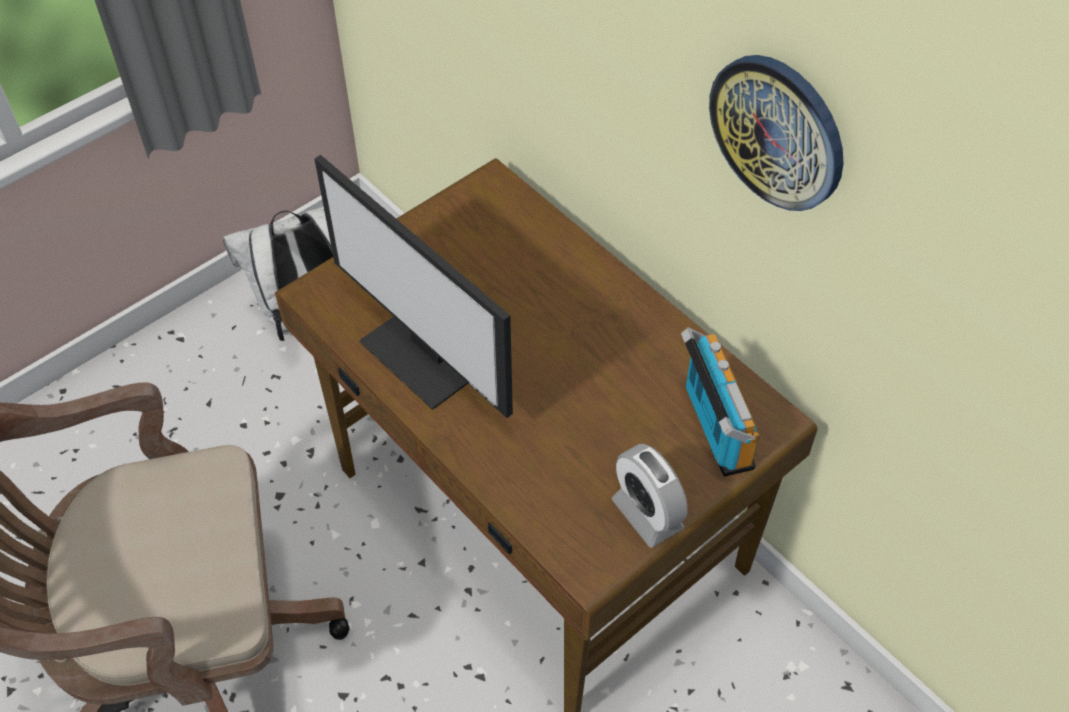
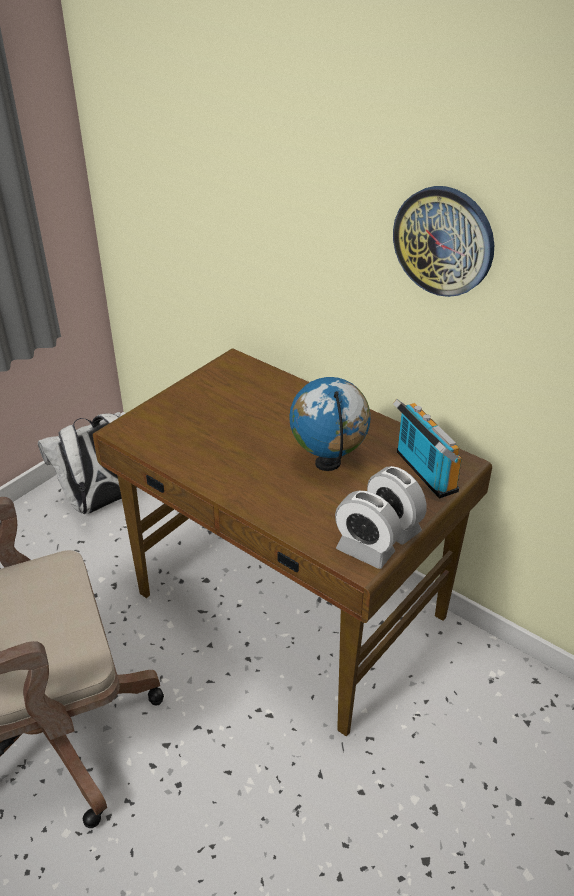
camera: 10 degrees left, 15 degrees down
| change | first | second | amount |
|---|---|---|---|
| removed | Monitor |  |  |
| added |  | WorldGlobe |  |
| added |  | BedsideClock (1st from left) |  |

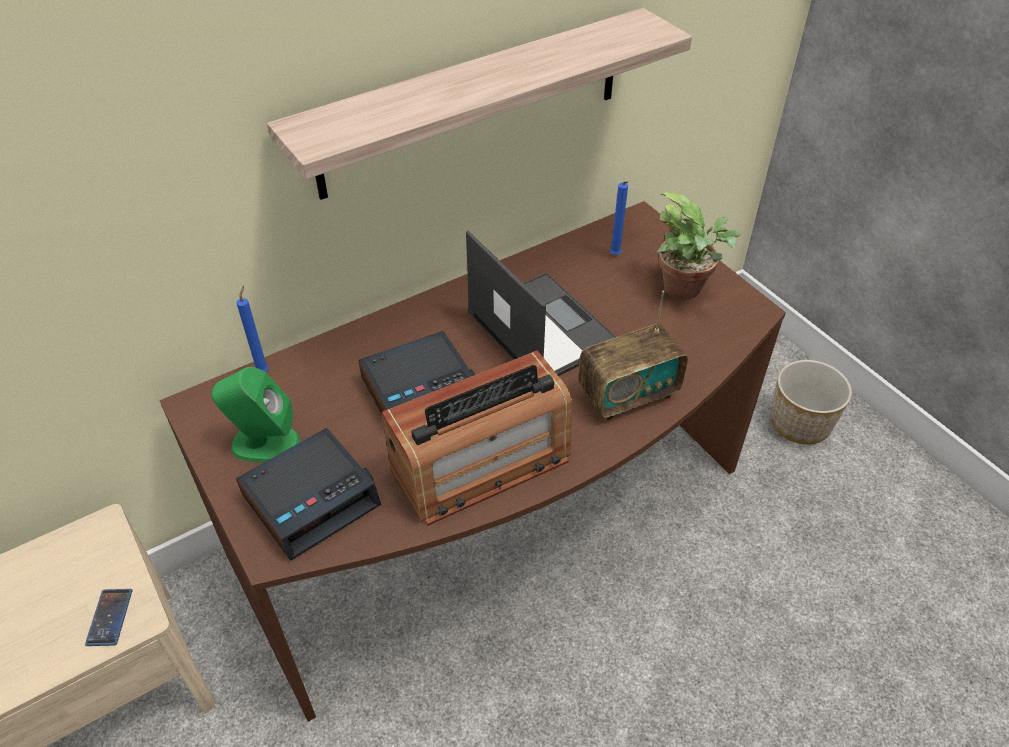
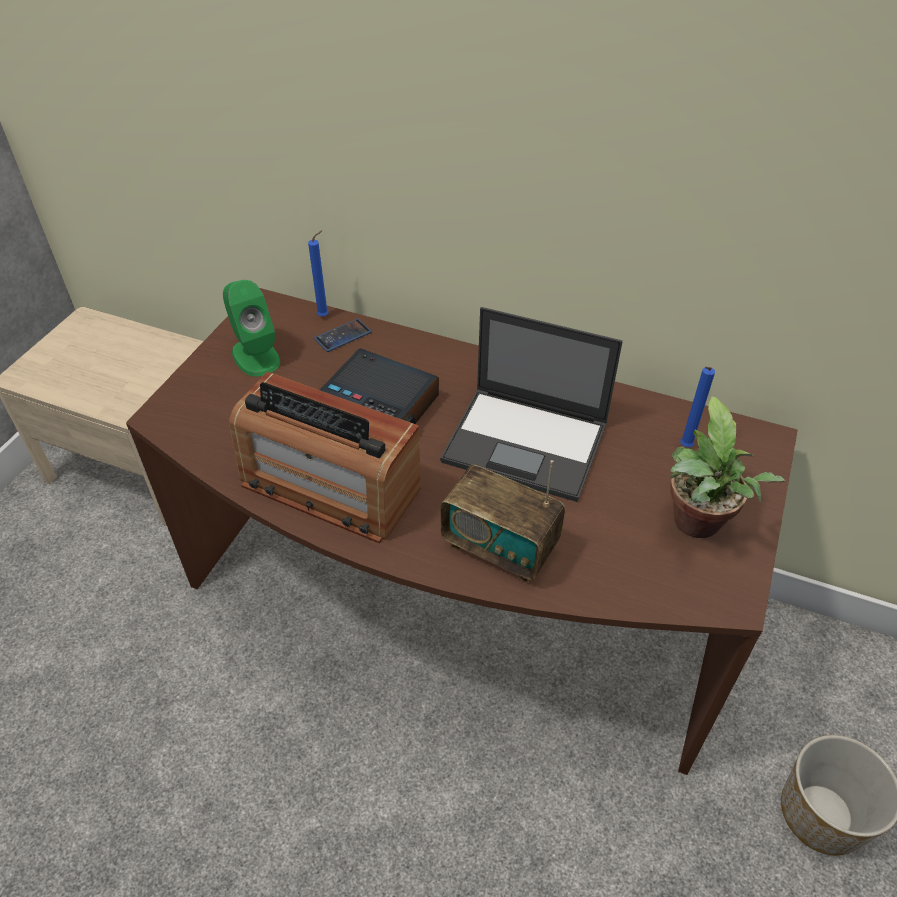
camera: 55 degrees right, 0 degrees up
| change | first | second | amount |
|---|---|---|---|
| moved | Phone |  |  |
| removed | BedsideClock (1st from left) |  |  |
| removed | WallShelf |  |  |
| turned | NotebookComputer |  | 90 degrees clockwise |

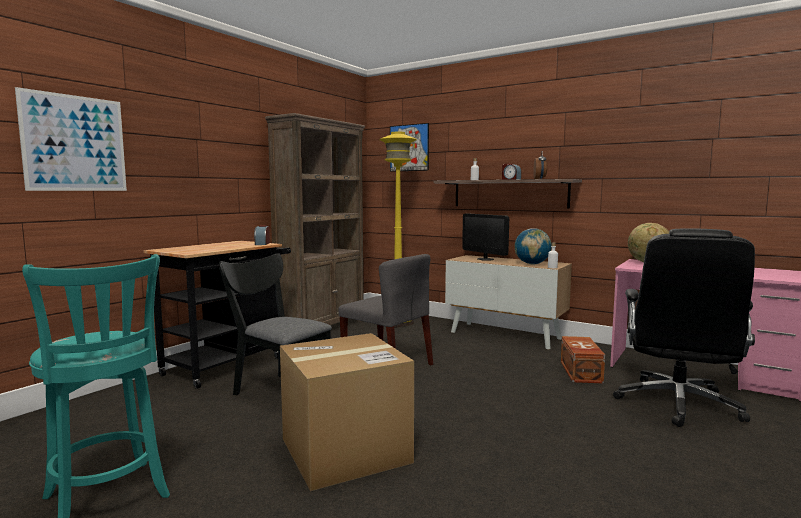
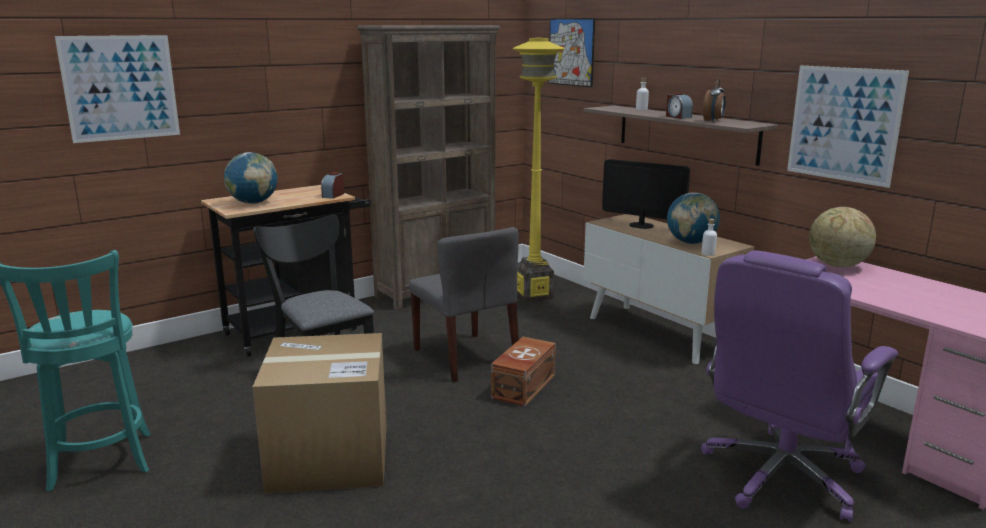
camera: 20 degrees right, 10 degrees up
| change | first | second | amount |
|---|---|---|---|
| turned | Monitor |  | 135 degrees clockwise |
| moved | BrownishStorageContainer |  |  |
| recoloured | BlackishDeskChair | PurplishDeskChair |  |
| added |  | WorldGlobe (1st from left) |  |
| added |  | Picture (3rd from left) |  |

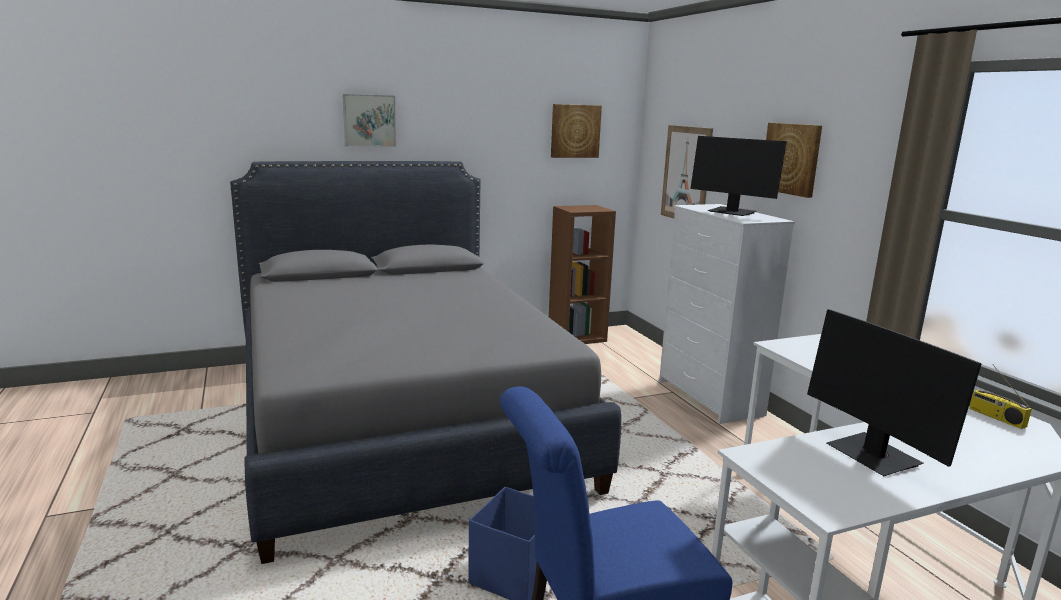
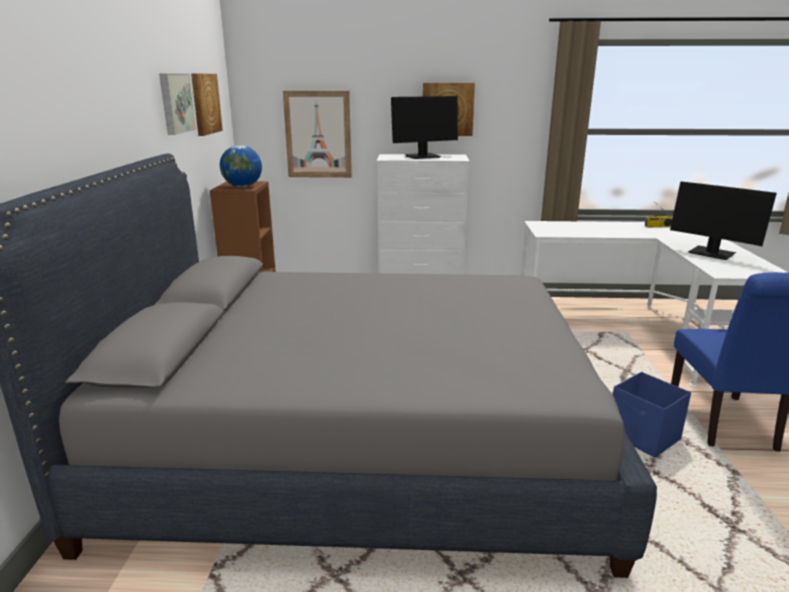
camera: 65 degrees left, 5 degrees up
| change | first | second | amount |
|---|---|---|---|
| moved | Picture (1st from left) |  |  |
| turned | Monitor (2nd from left) |  | 45 degrees clockwise |
| added |  | WorldGlobe |  |

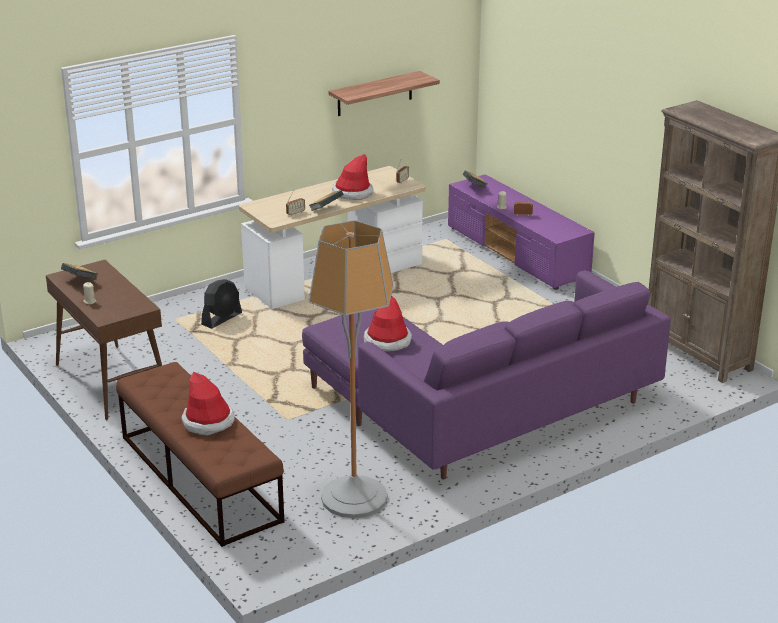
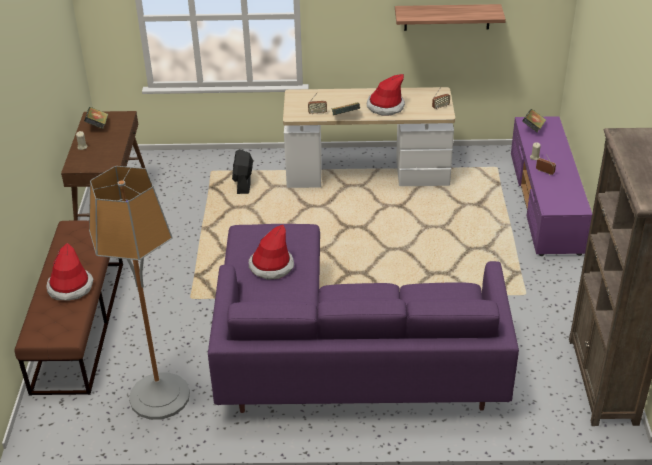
camera: 35 degrees right, 10 degrees up
| change | first | second | amount |
|---|---|---|---|
| turned | BlackishElectricFan |  | 105 degrees clockwise |

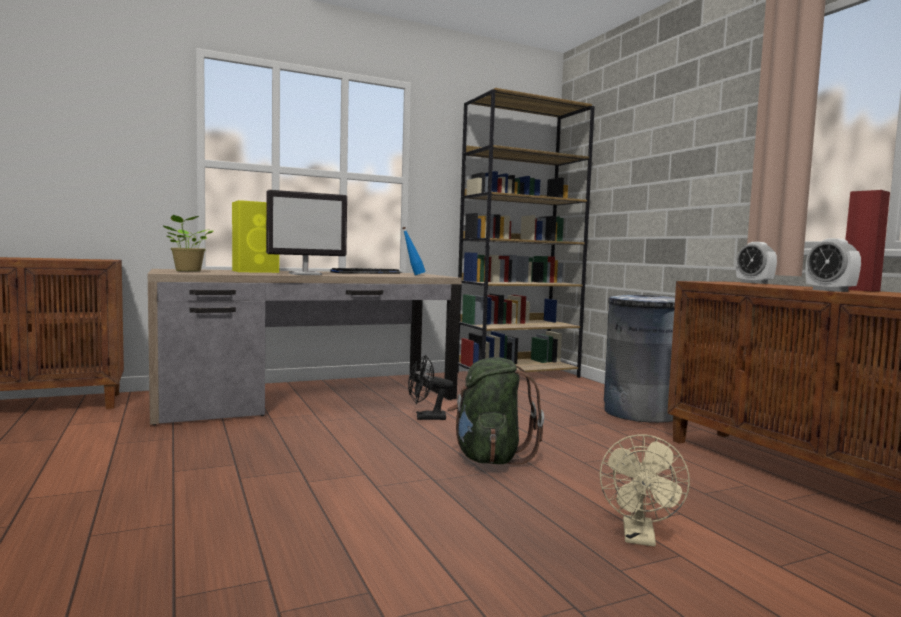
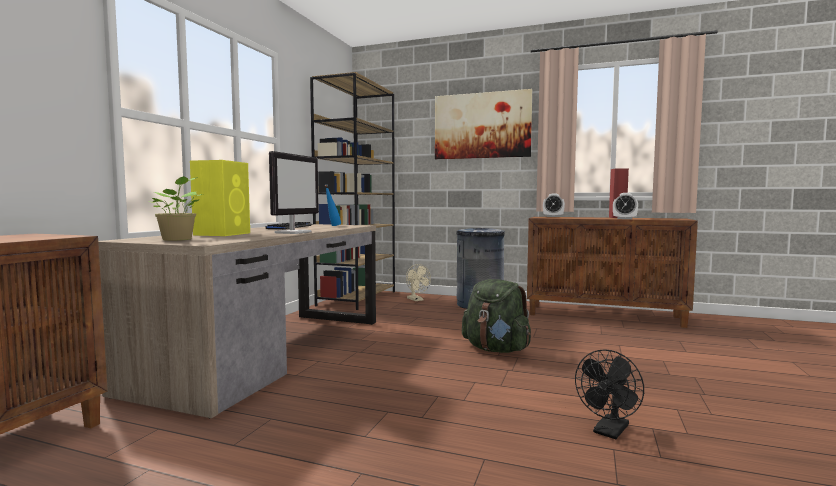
camera: 45 degrees left, 0 degrees up
| change | first | second | amount |
|---|---|---|---|
| moved | BlackishElectricFan |  |  |
| moved | BeigeColouredElectricFan |  |  |
| added |  | Picture |  |

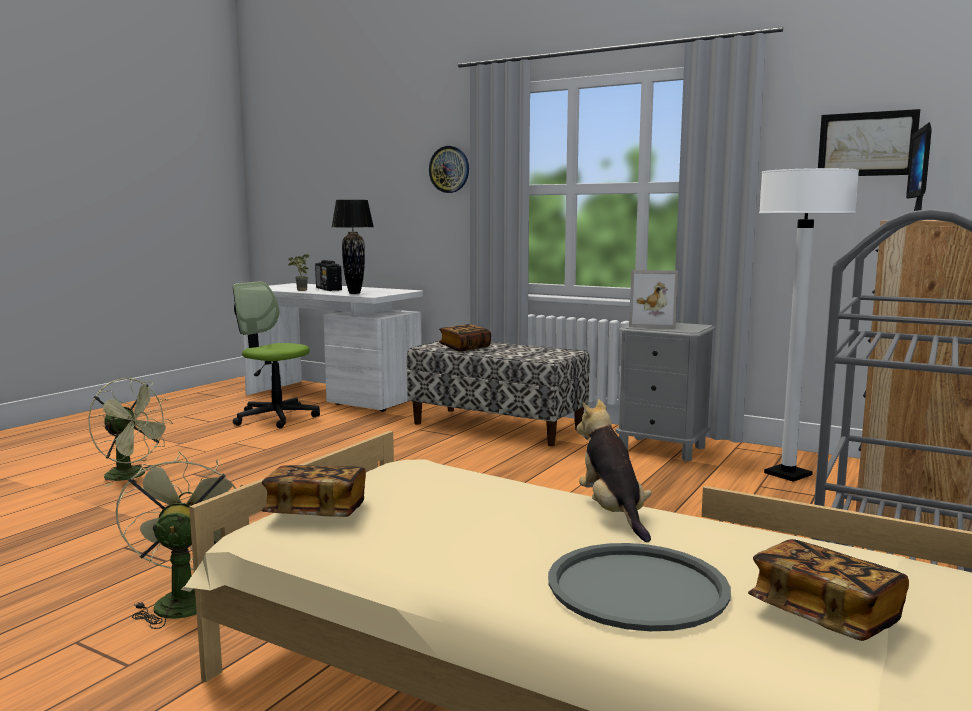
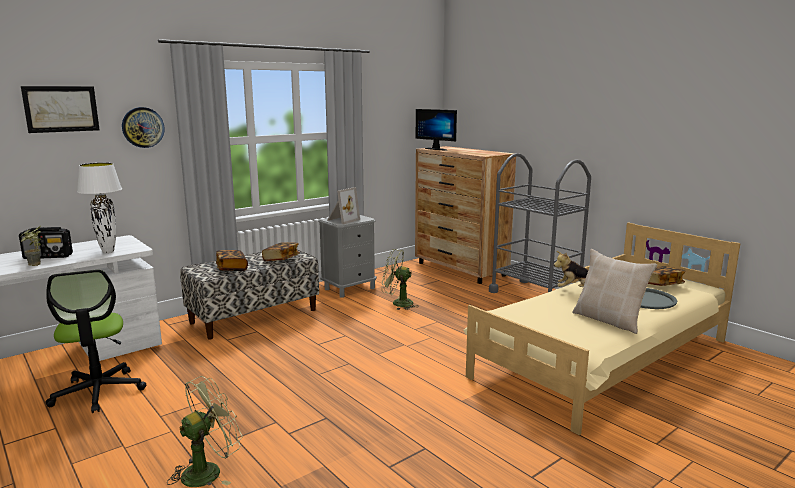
camera: 70 degrees left, 5 degrees up
| change | first | second | amount |
|---|---|---|---|
| moved | GreenishElectricFan (2nd from left) |  |  |
| turned | DeskChair |  | 75 degrees counterclockwise |
| moved | Volume (1st from left in the first image) | Volume (2nd from left) |  |
| recoloured | BlackishTabletopLamp | WhiteTabletopLamp |  |
| removed | WhiteStandardLamp |  |  |
| moved | Picture |  |  |
| added |  | BeigeColouredThrowPillow |  |

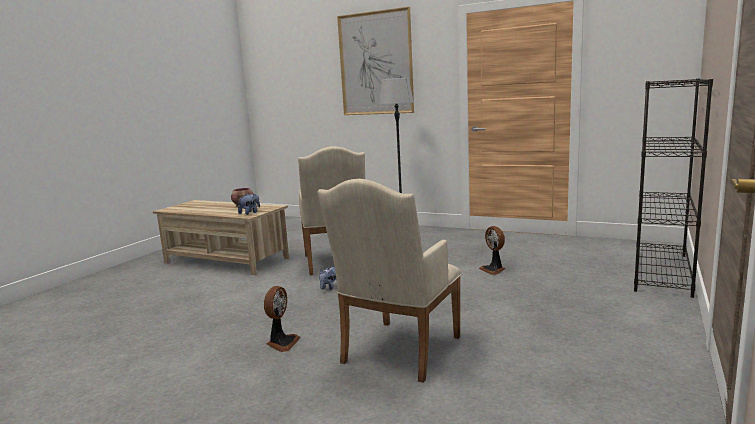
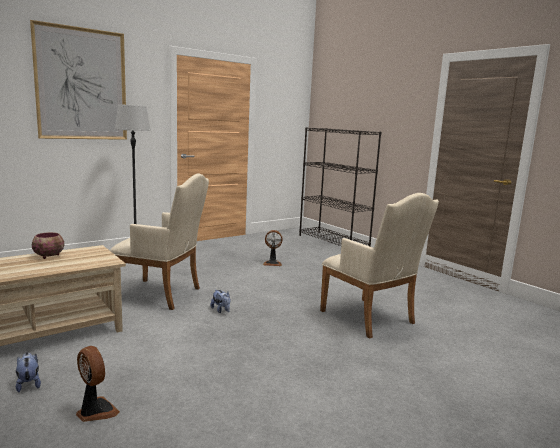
camera: 65 degrees left, 0 degrees up
| change | first | second | amount |
|---|---|---|---|
| moved | CuddlyToy (1st from left) |  |  |
| moved | ElectricFan (1st from left) |  |  |

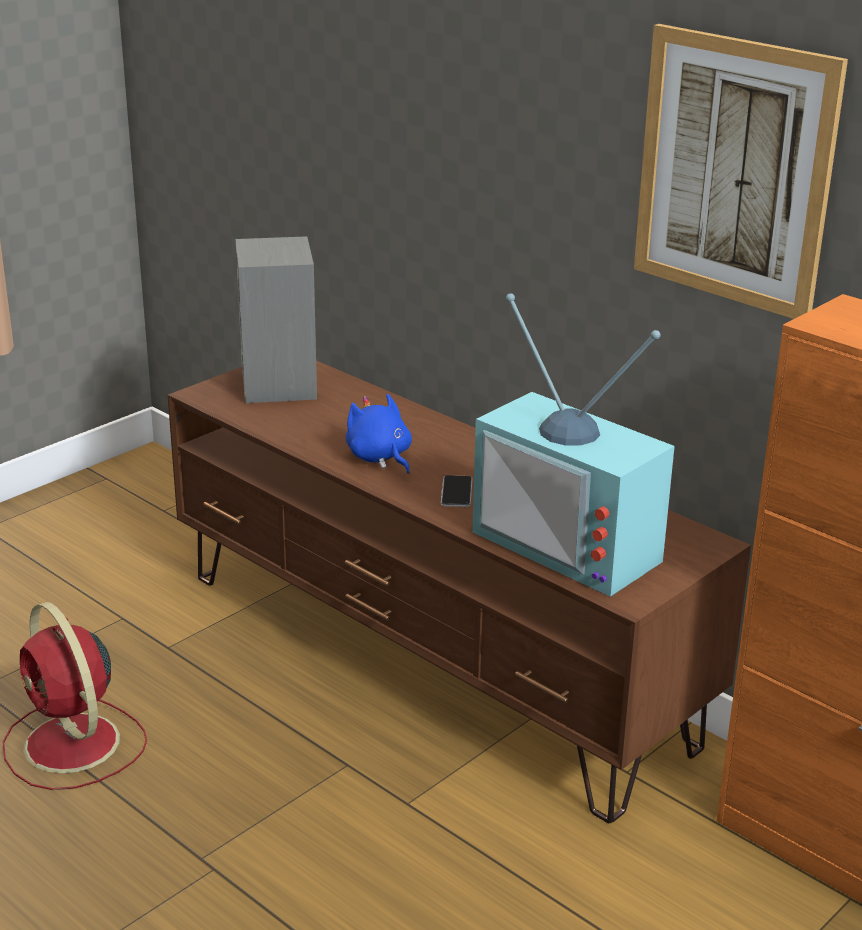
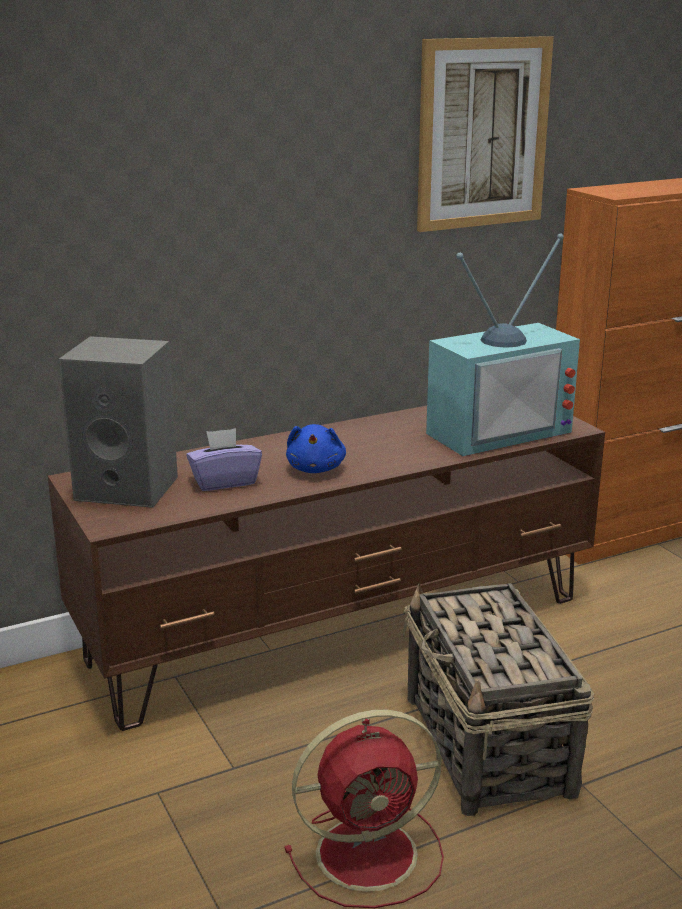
camera: 70 degrees left, 5 degrees down
| change | first | second | amount |
|---|---|---|---|
| turned | BluishCuddlyToy |  | 75 degrees counterclockwise |
| removed | Phone |  |  |
| added |  | PurplishTissueHolder |  |
| added |  | StorageBasket |  |

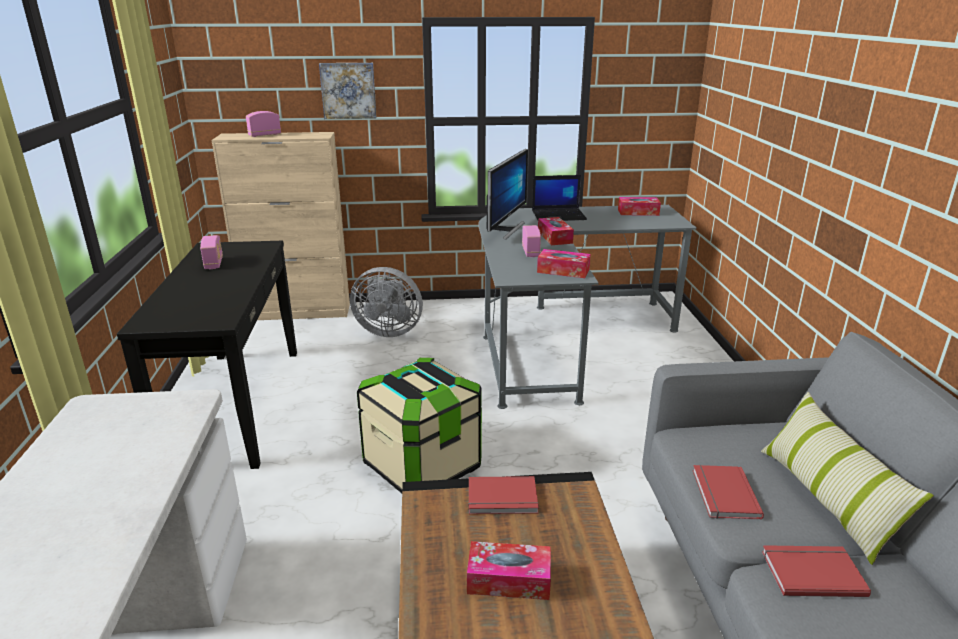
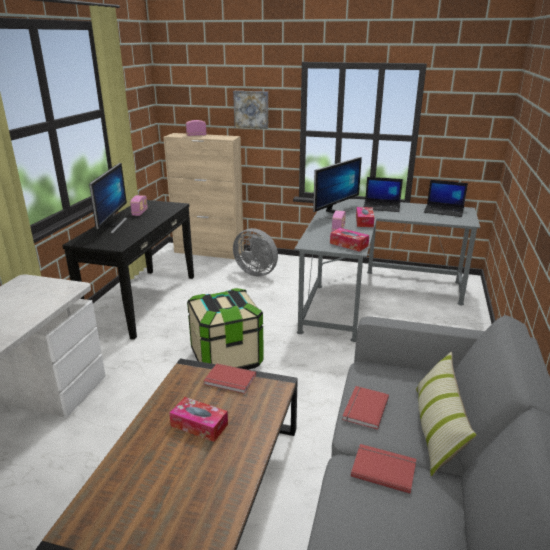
camera: 20 degrees right, 0 degrees up
| change | first | second | amount |
|---|---|---|---|
| replaced | TissueHolder (4th from left) | NotebookComputer (2nd from left) |  |
| added |  | Monitor (1st from left) |  |

